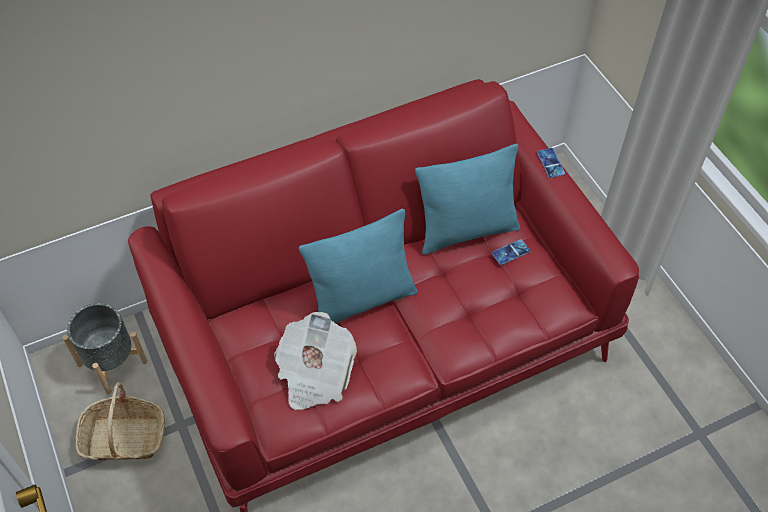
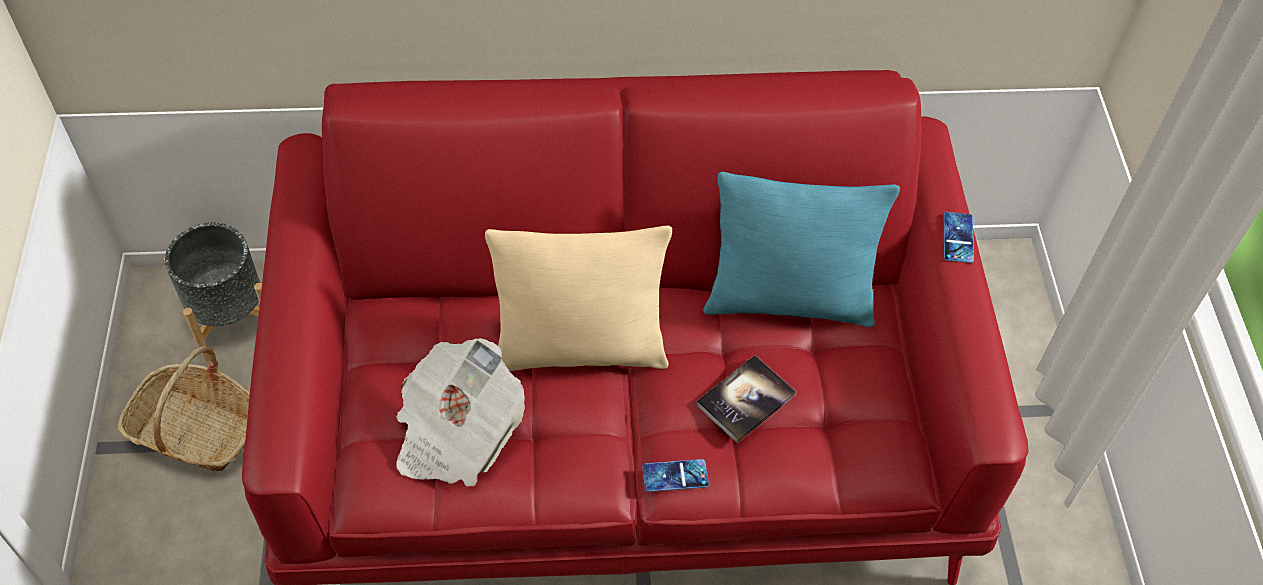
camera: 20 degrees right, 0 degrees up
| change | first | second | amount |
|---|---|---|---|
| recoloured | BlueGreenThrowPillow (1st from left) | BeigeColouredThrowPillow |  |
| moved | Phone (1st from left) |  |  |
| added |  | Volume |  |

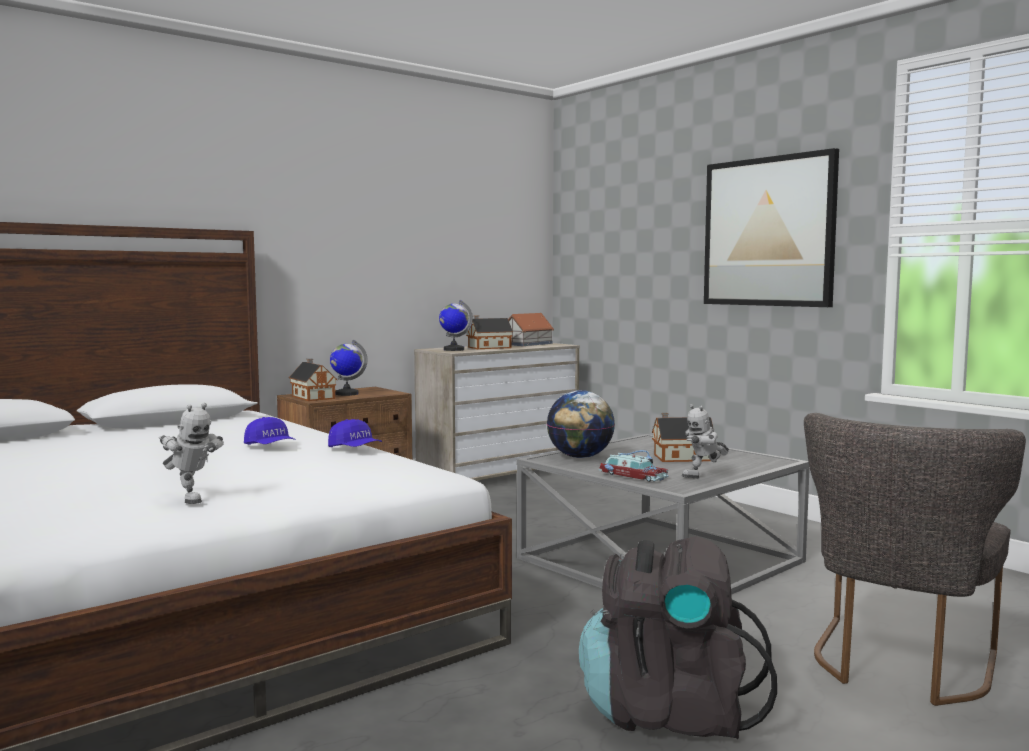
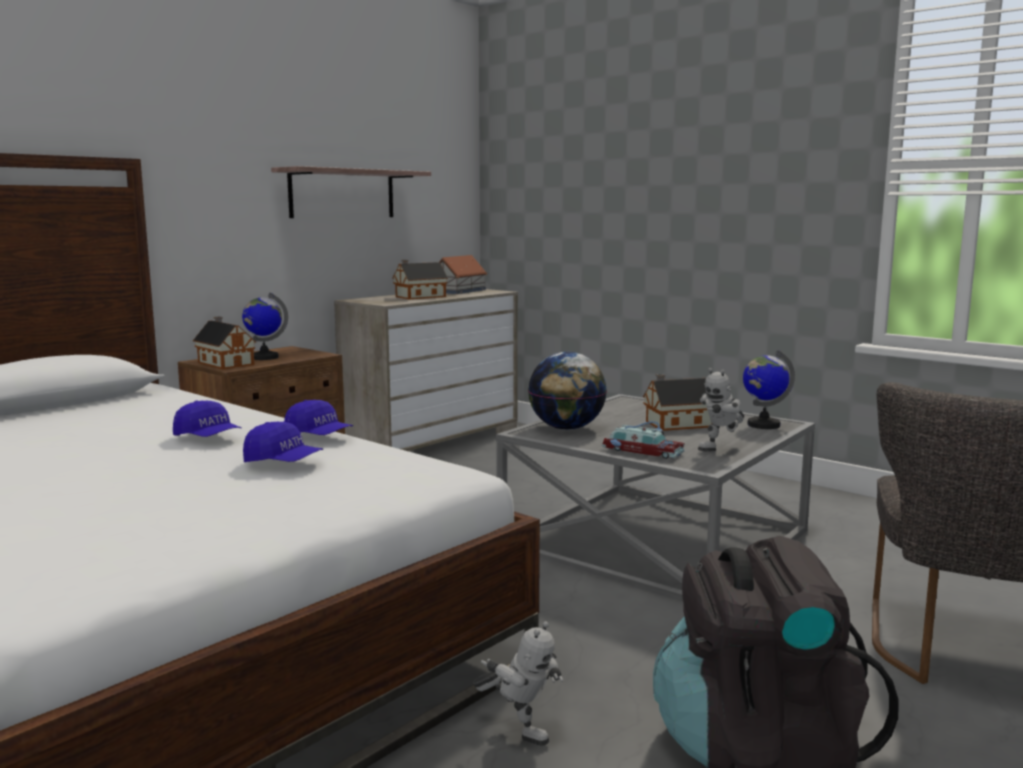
camera: 10 degrees left, 5 degrees up
| change | first | second | amount |
|---|---|---|---|
| moved | ToyRobot (1st from left) |  |  |
| moved | WorldGlobe (2nd from left in the first image) | WorldGlobe (3rd from left) |  |
| removed | Picture |  |  |
| added |  | BluishBaseballCap (2nd from left) |  |
| added |  | WallShelf |  |

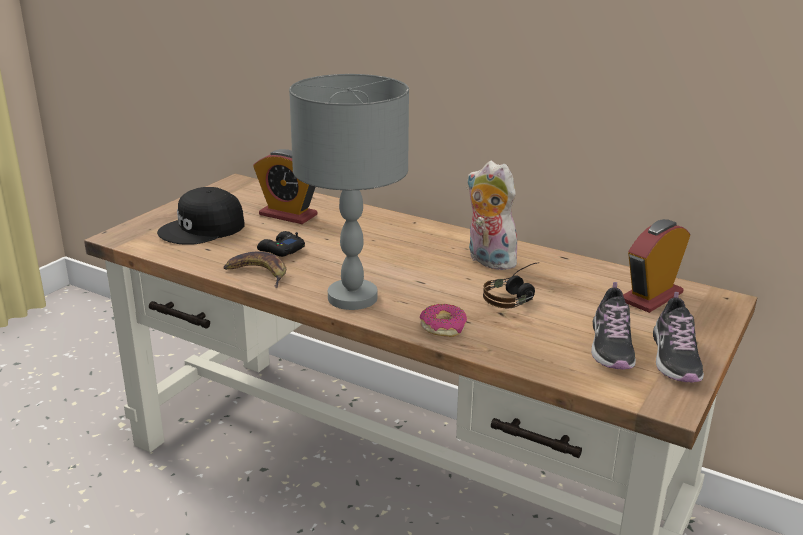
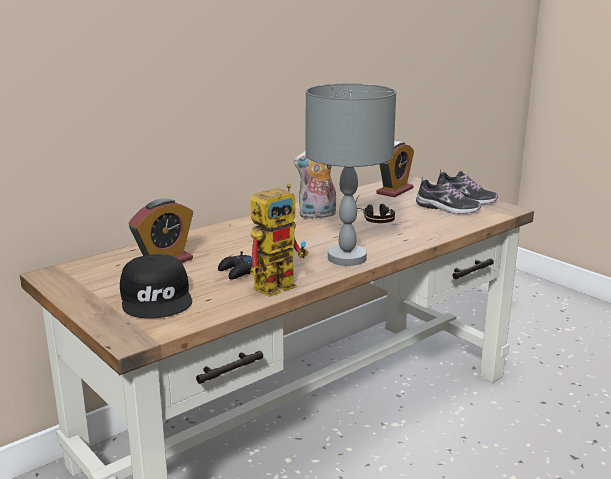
camera: 70 degrees left, 5 degrees down
| change | first | second | amount |
|---|---|---|---|
| replaced | Banana | ToyRobot |  |
| removed | Doughnut |  |  |
| turned | BedsideClock (2nd from left) |  | 120 degrees counterclockwise |

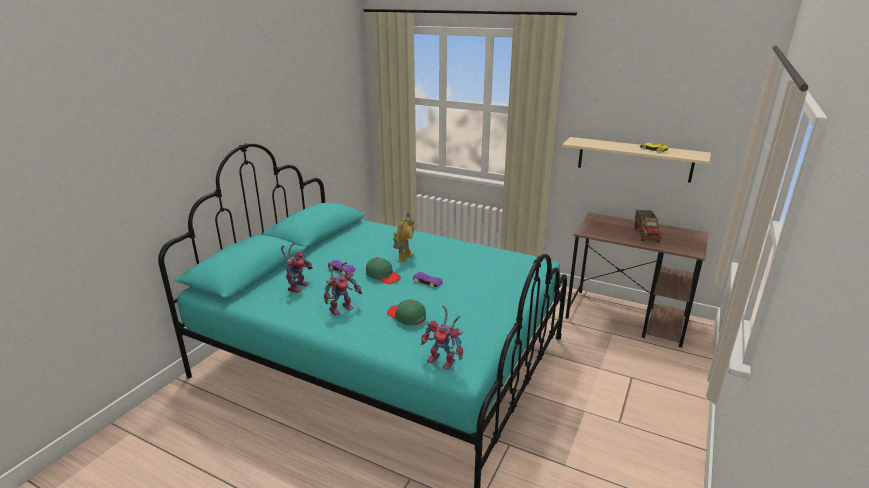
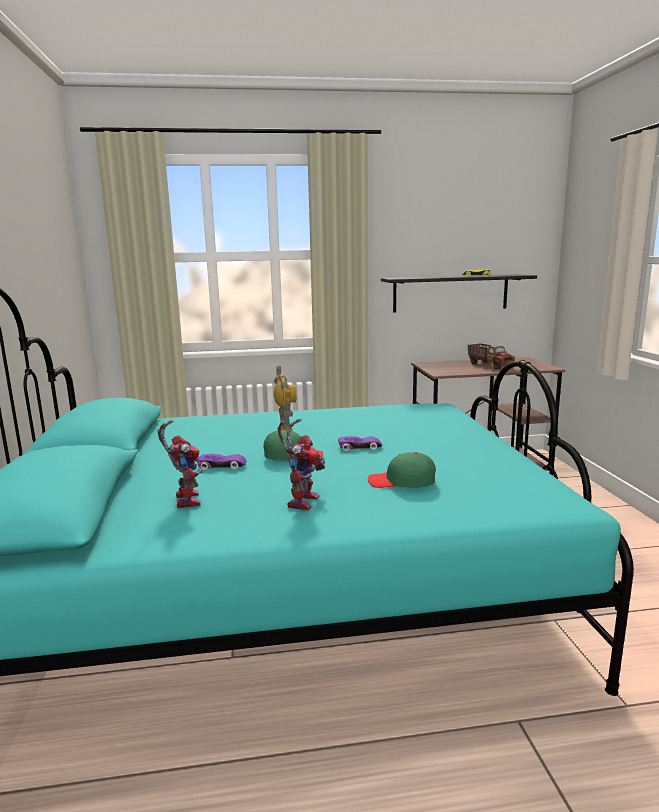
camera: 35 degrees left, 10 degrees down
| change | first | second | amount |
|---|---|---|---|
| removed | ToyRobot (4th from left) |  |  |
| recoloured | BeigeColouredWallShelf | BlackishWallShelf |  |

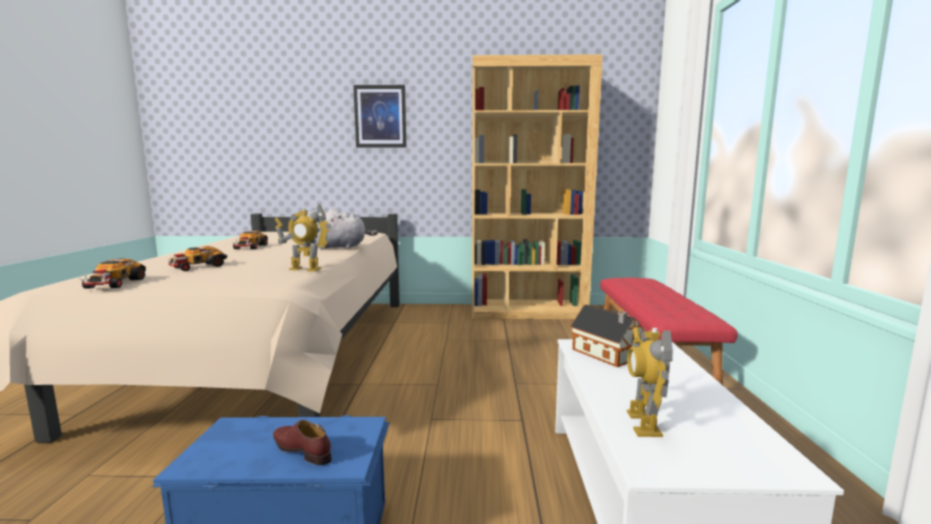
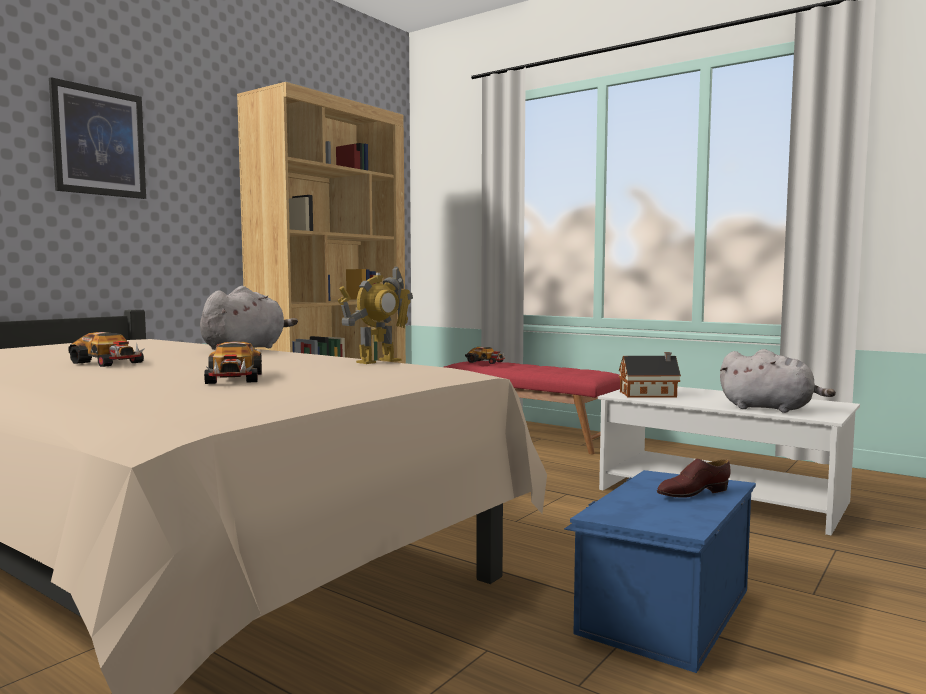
camera: 55 degrees left, 5 degrees down
| change | first | second | amount |
|---|---|---|---|
| moved | ModelCar (1st from left in the first image) | ModelCar (3rd from left) |  |
| replaced | ToyRobot (2nd from left) | GreyCuddlyToy (2nd from left) |  |

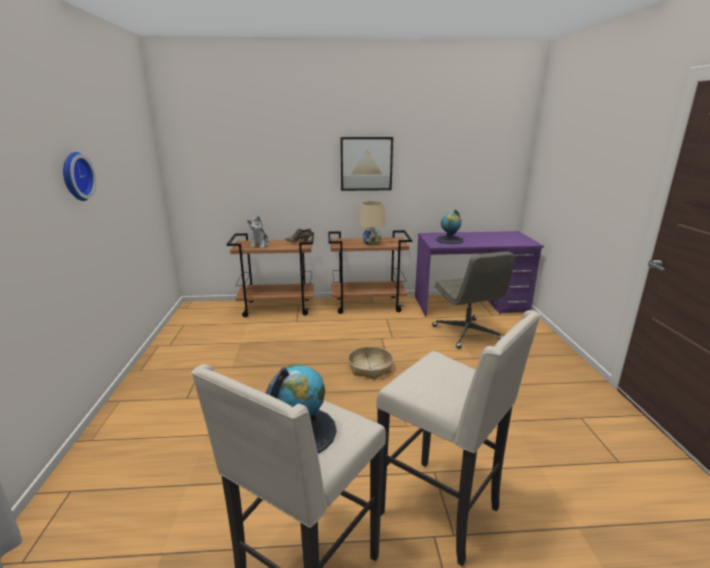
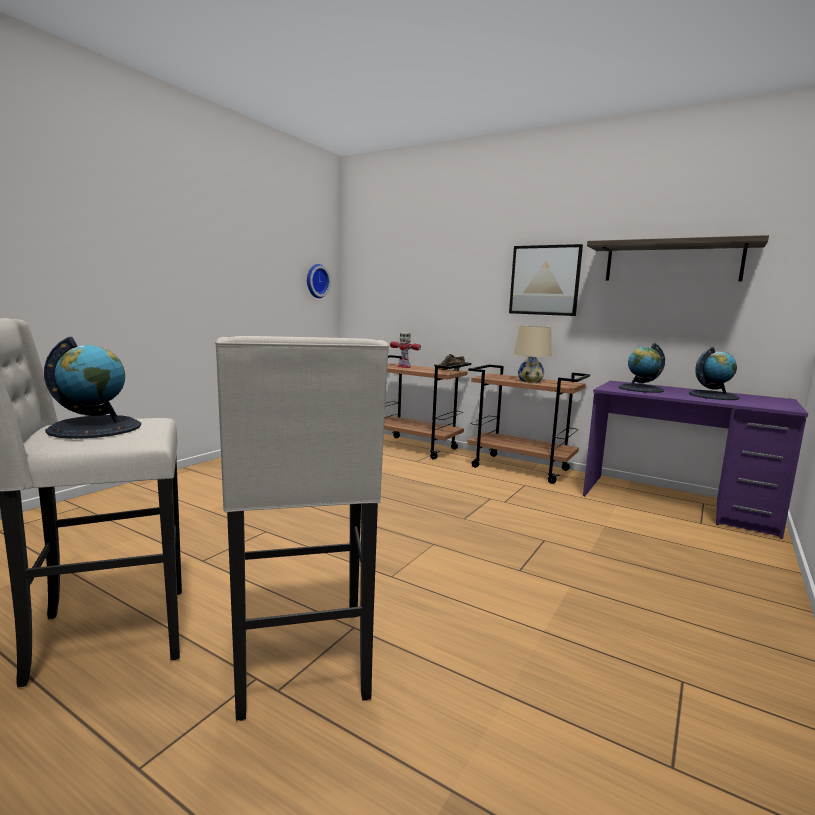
camera: 35 degrees right, 10 degrees down
| change | first | second | amount |
|---|---|---|---|
| moved | HangingClock |  |  |
| replaced | CuddlyToy | ToyRobot |  |
| removed | StorageBasket |  |  |
| removed | GreyDeskChair |  |  |
| added |  | WallShelf |  |
| added |  | WorldGlobe (3rd from left) |  |

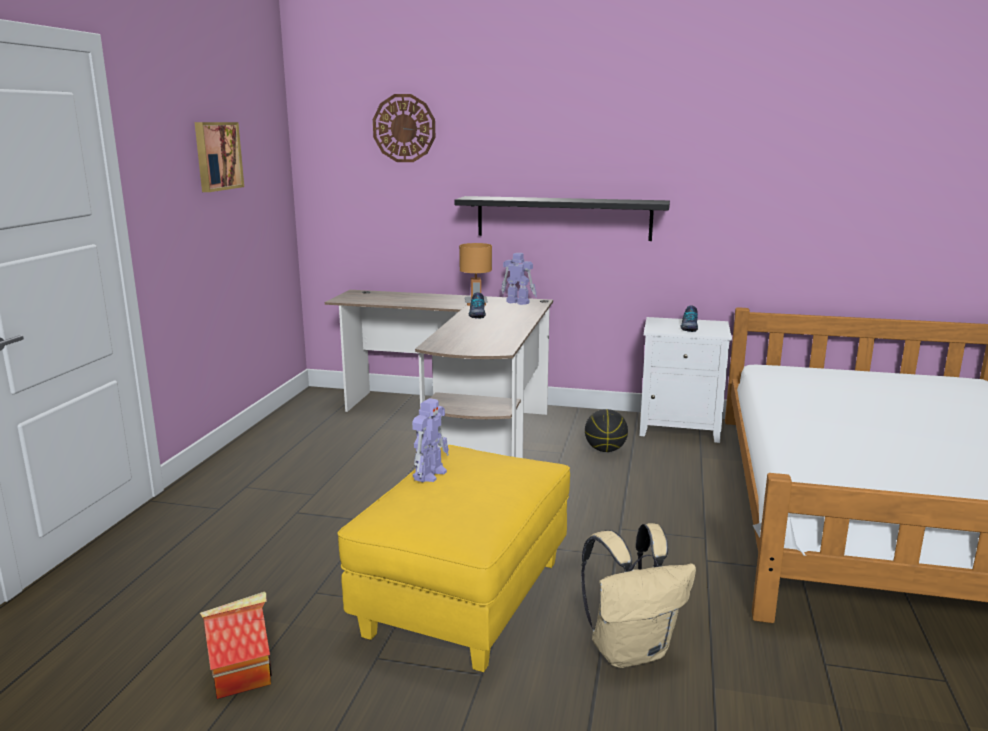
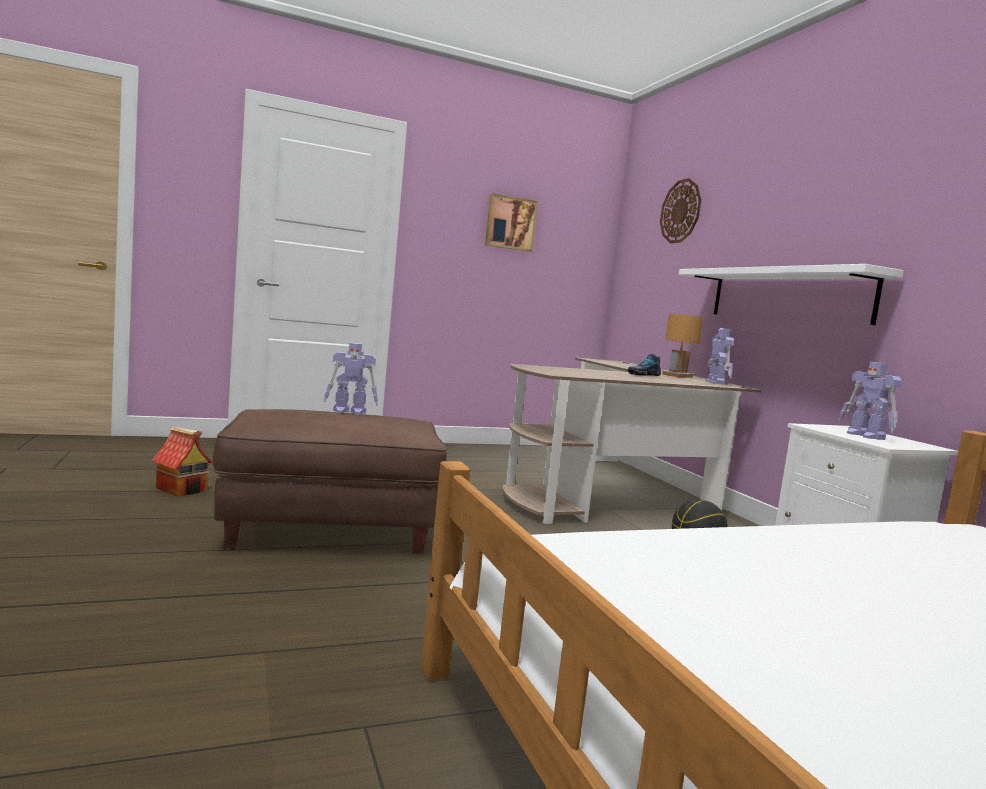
camera: 55 degrees right, 10 degrees down
| change | first | second | amount |
|---|---|---|---|
| recoloured | YellowOttoman | BrownishOttoman |  |
| recoloured | BlackishWallShelf | WhiteWallShelf |  |
| removed | BeigeColouredRucksack |  |  |
| replaced | LowShoe (2nd from left) | ToyRobot (3rd from left) |  |

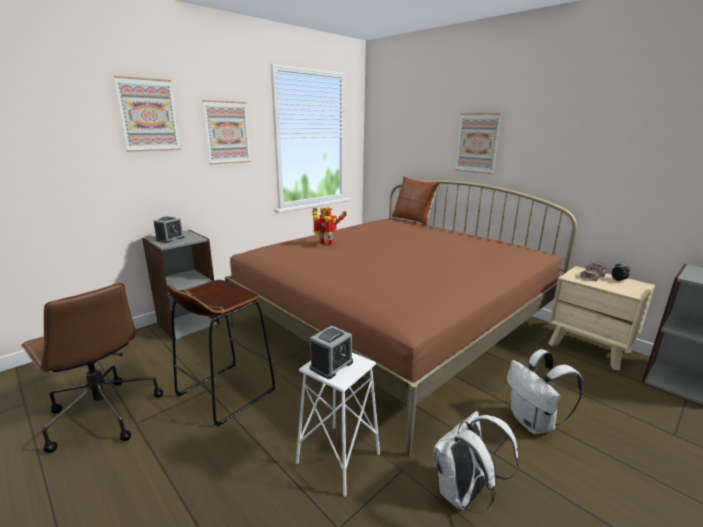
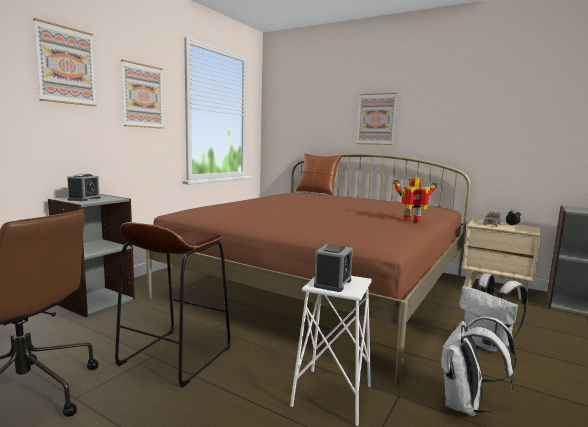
camera: 15 degrees left, 10 degrees down
| change | first | second | amount |
|---|---|---|---|
| moved | ToyRobot |  |  |

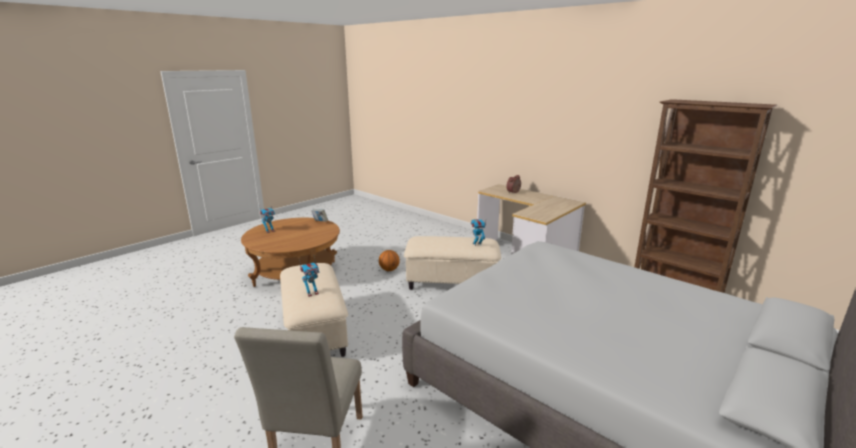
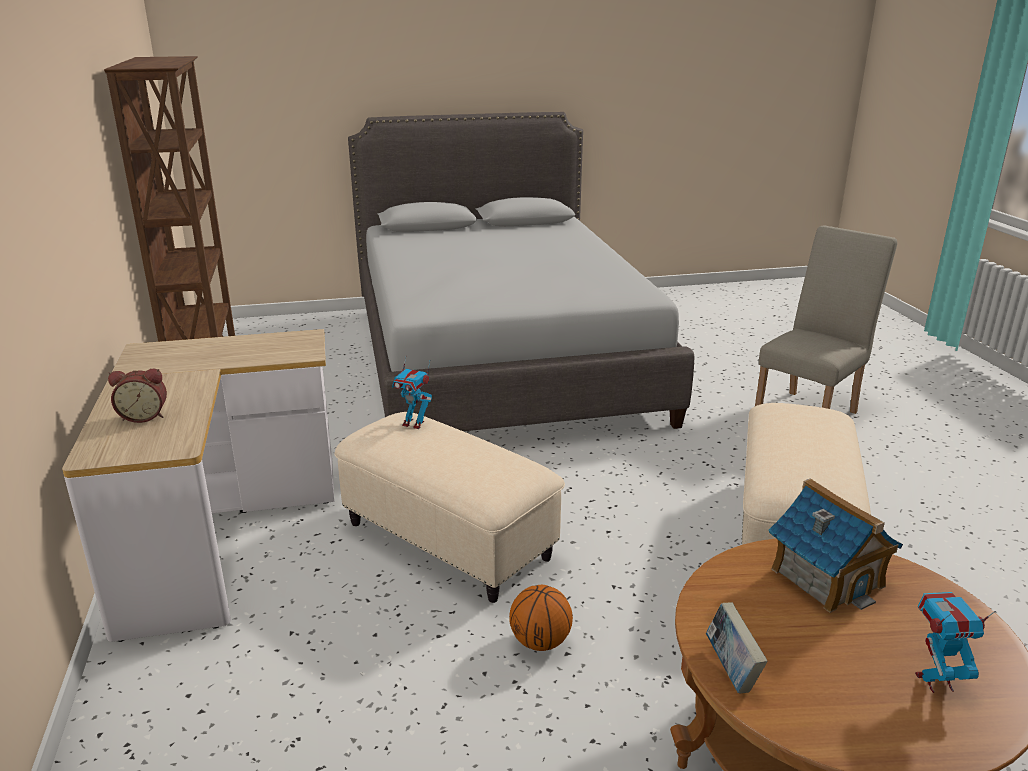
camera: 145 degrees left, 5 degrees up
| change | first | second | amount |
|---|---|---|---|
| removed | ToyRobot (2nd from left) |  |  |
| added |  | ToyHouse |  |

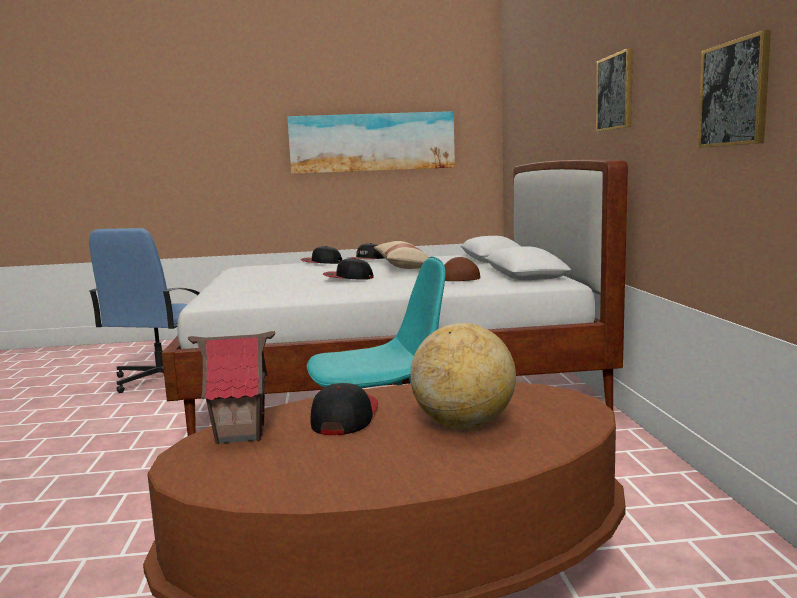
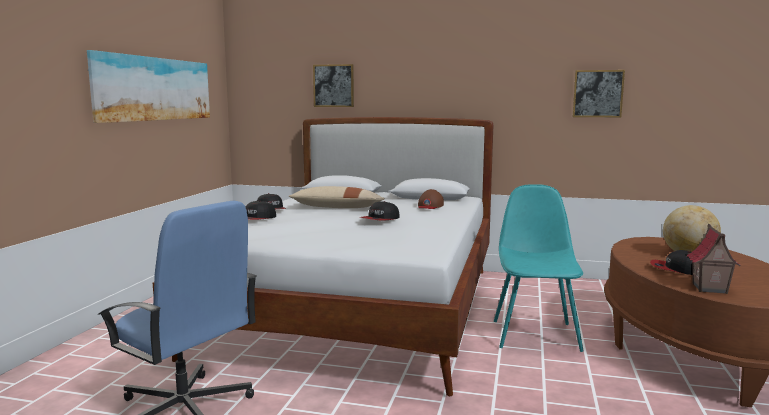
camera: 70 degrees left, 0 degrees up
| change | first | second | amount |
|---|---|---|---|
| moved | Picture (2nd from left) |  |  |

